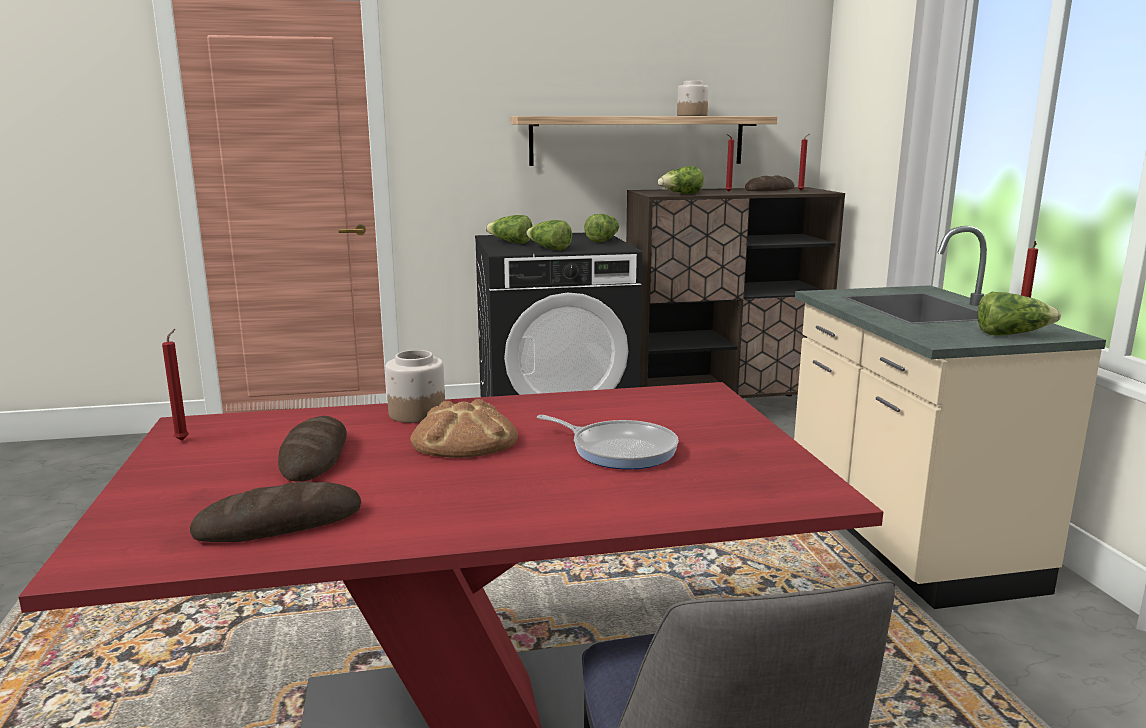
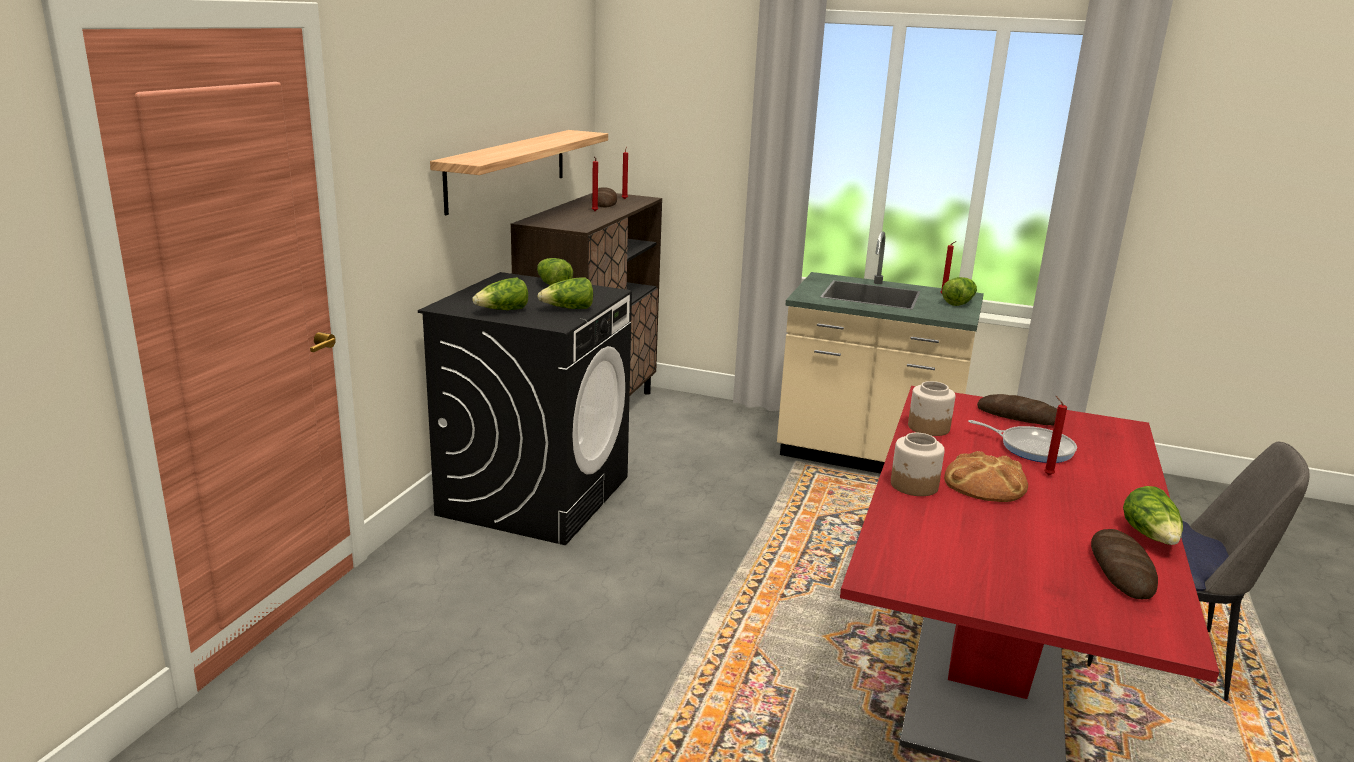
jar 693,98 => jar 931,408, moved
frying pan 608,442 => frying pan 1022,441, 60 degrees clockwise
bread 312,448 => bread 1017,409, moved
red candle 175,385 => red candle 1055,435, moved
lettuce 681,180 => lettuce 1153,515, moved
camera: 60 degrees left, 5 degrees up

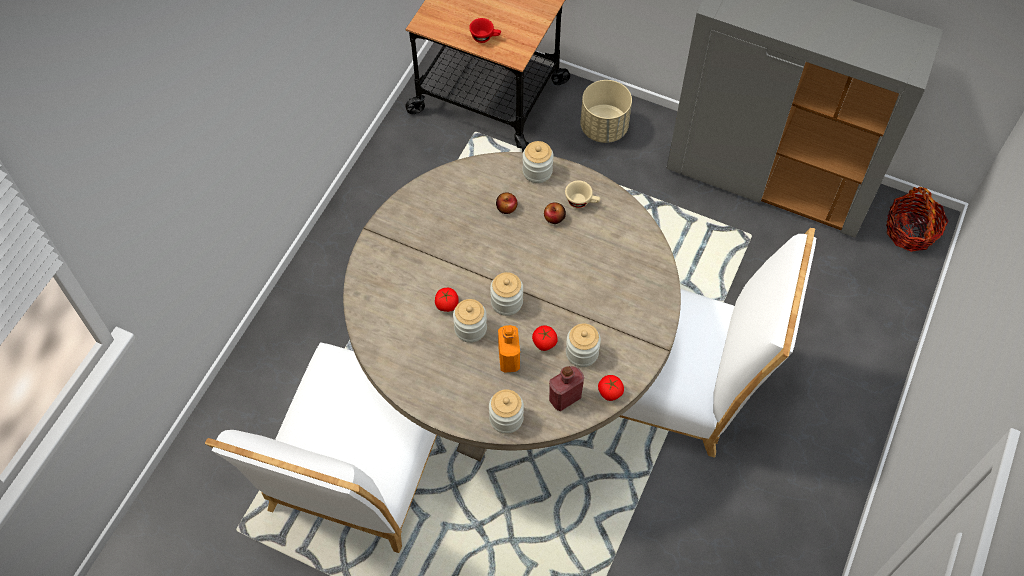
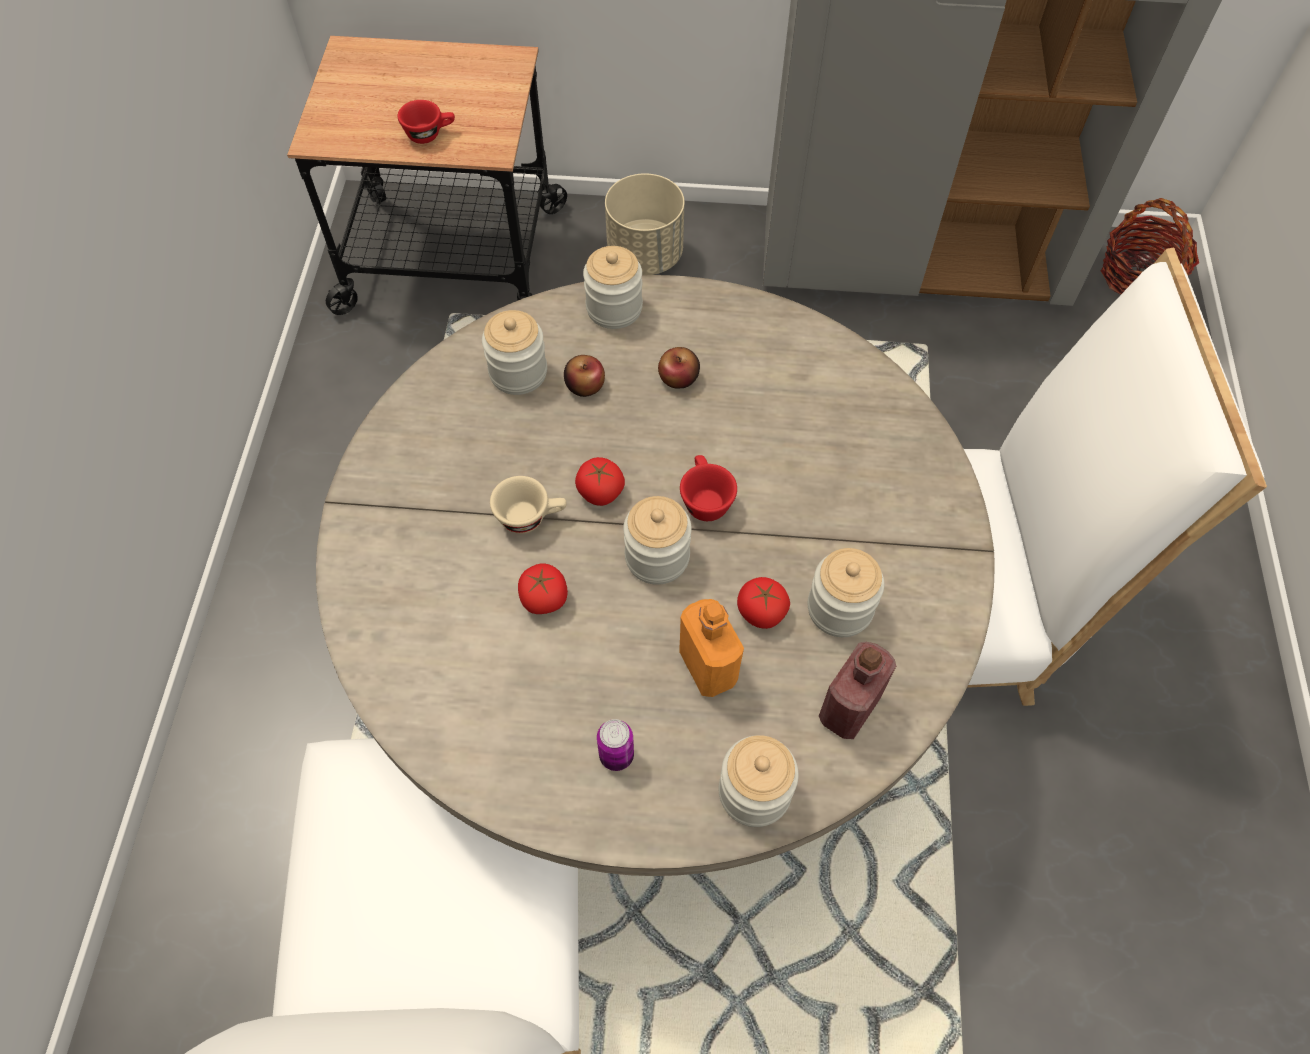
jar 470,321 => jar 514,352, moved
beige cup 582,194 => beige cup 528,505, moved
tomato 611,388 => tomato 600,481, moved
nothing => can 615,745
nothing => red cup 708,488
camera: 20 degrees left, 0 degrees up

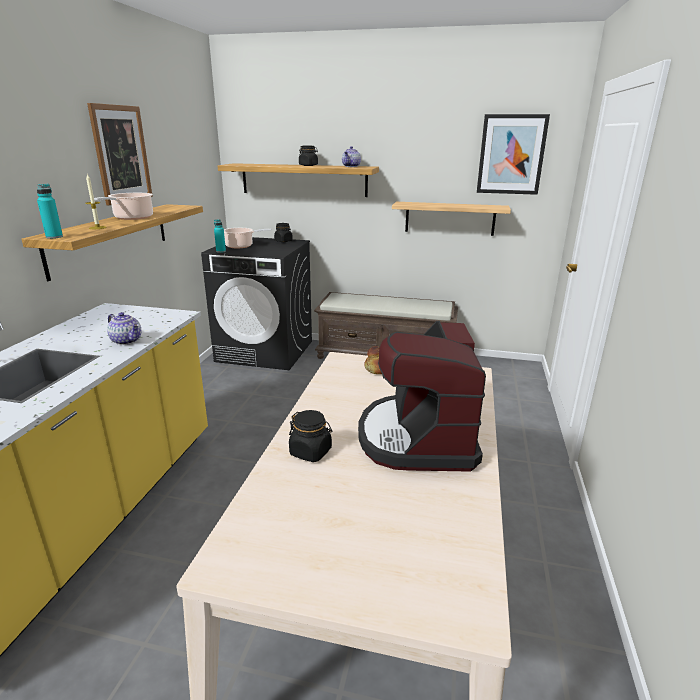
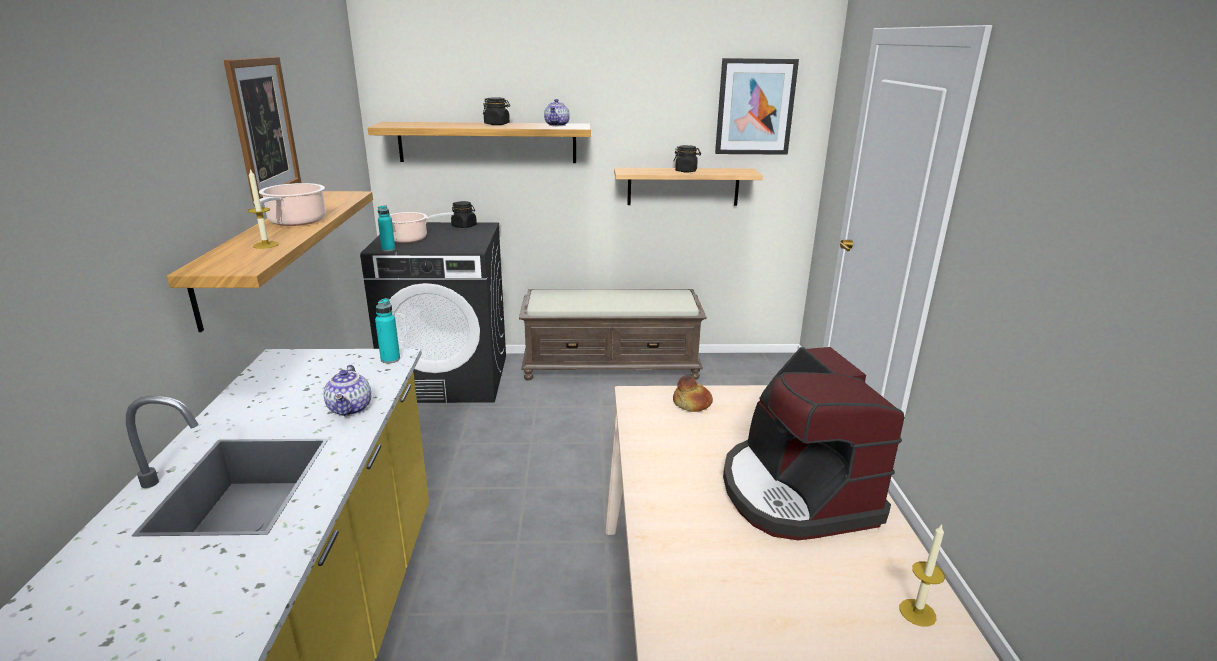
teapot 124,328 => teapot 347,390, 60 degrees clockwise
turquoise bottle 50,211 => turquoise bottle 387,330, moved
black jar 310,436 => black jar 687,158, moved
nothing => candle 922,575
camera: 15 degrees left, 0 degrees up

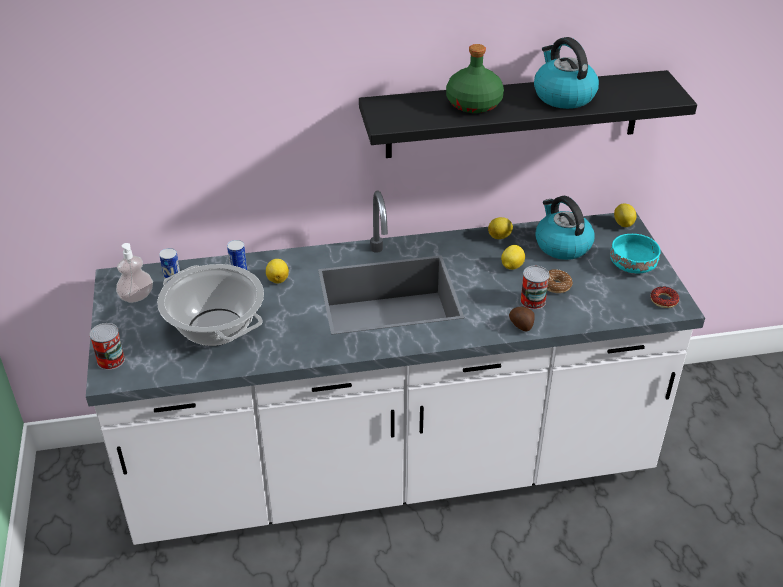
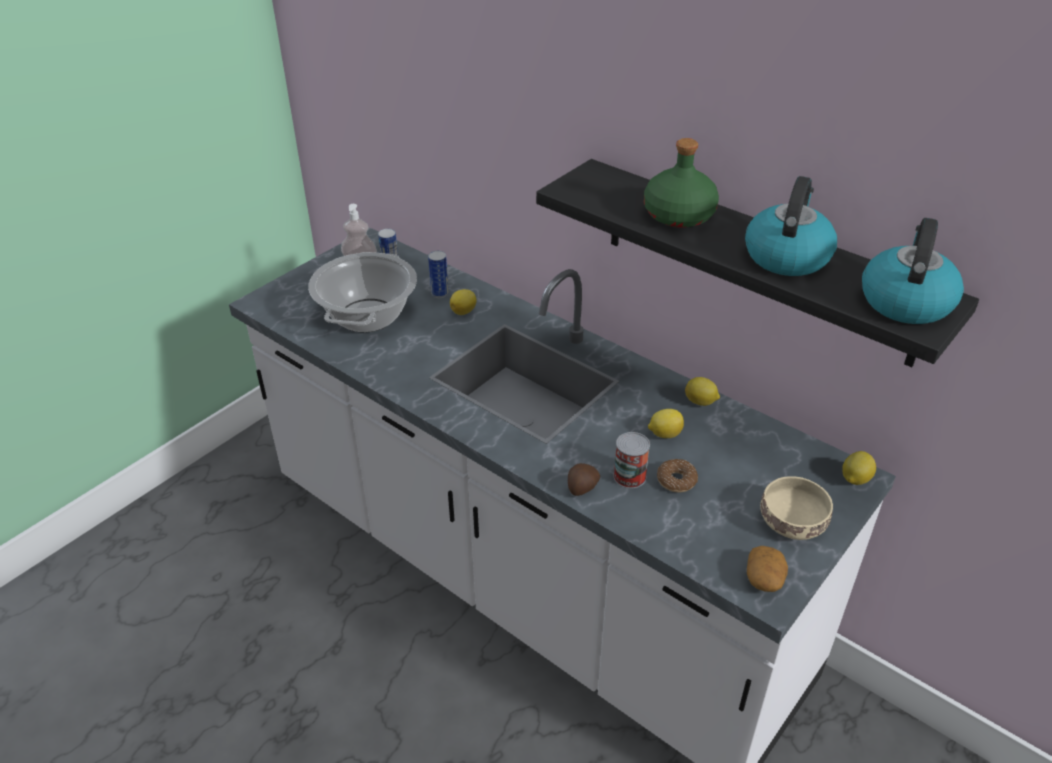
donut 664,297 => potato 767,569
turquoise bowl 635,253 => beige bowl 796,508
kettle 565,228 => kettle 913,271, moved
can 107,346 => nothing
camera: 50 degrees right, 0 degrees up

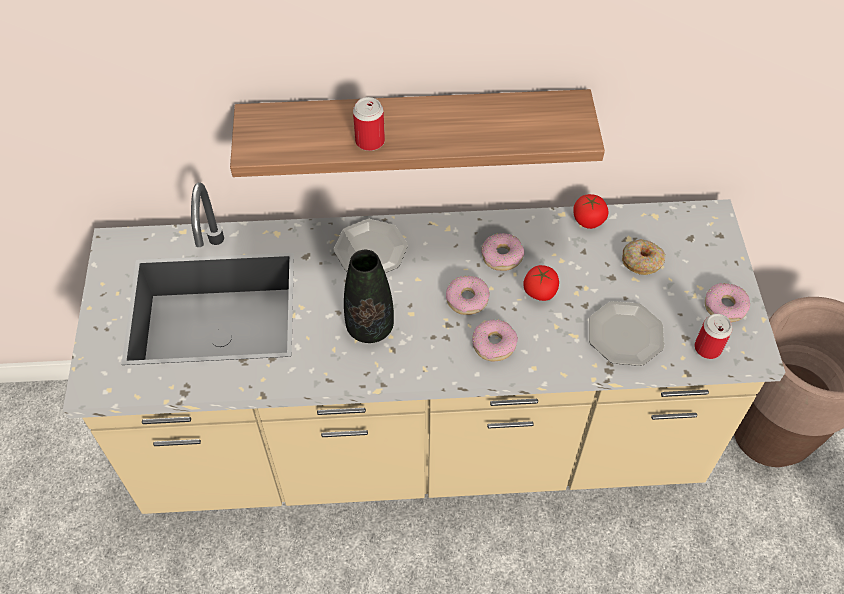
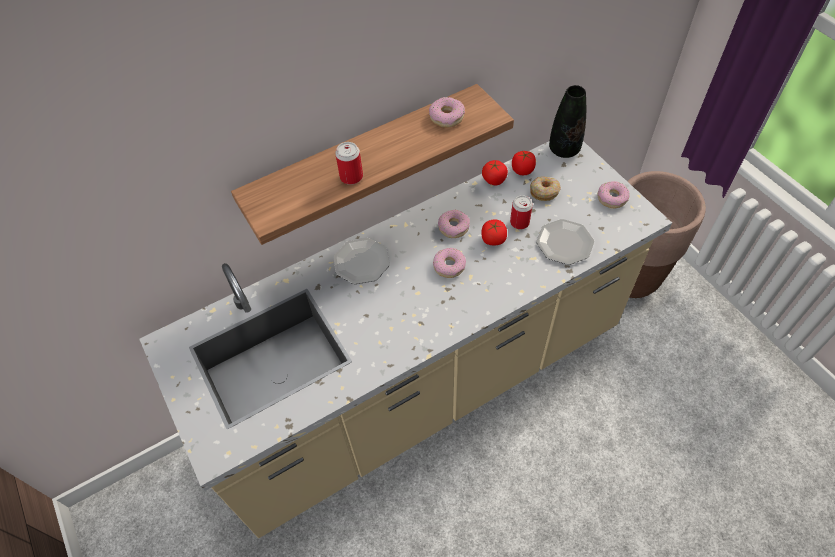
donut 495,340 => donut 447,112, moved
can 713,336 => can 521,212, moved
nothing => tomato 524,163
black vase 369,296 => black vase 567,121, moved
camera: 25 degrees left, 0 degrees up

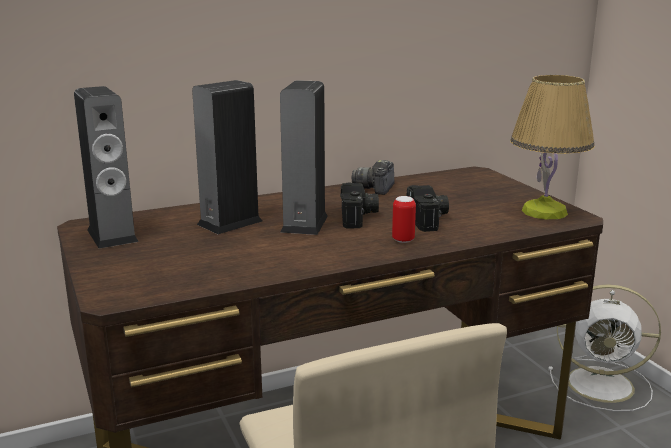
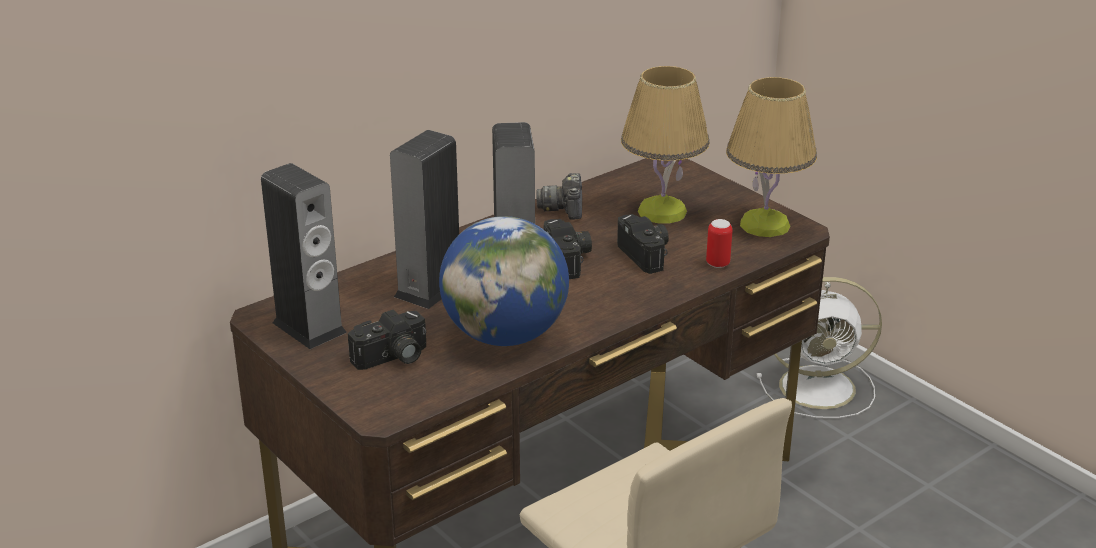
nothing => photo camera 387,340
nothing => globe 504,281
nothing => table lamp 665,144
can 404,219 => can 719,243, moved
camera: 15 degrees left, 10 degrees up

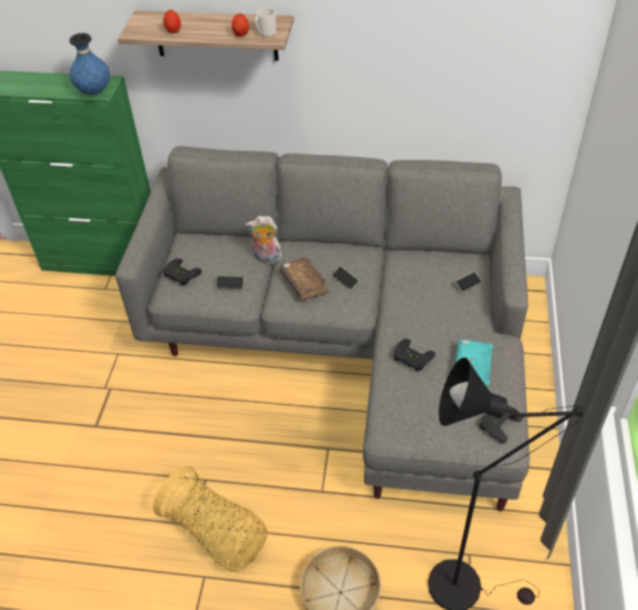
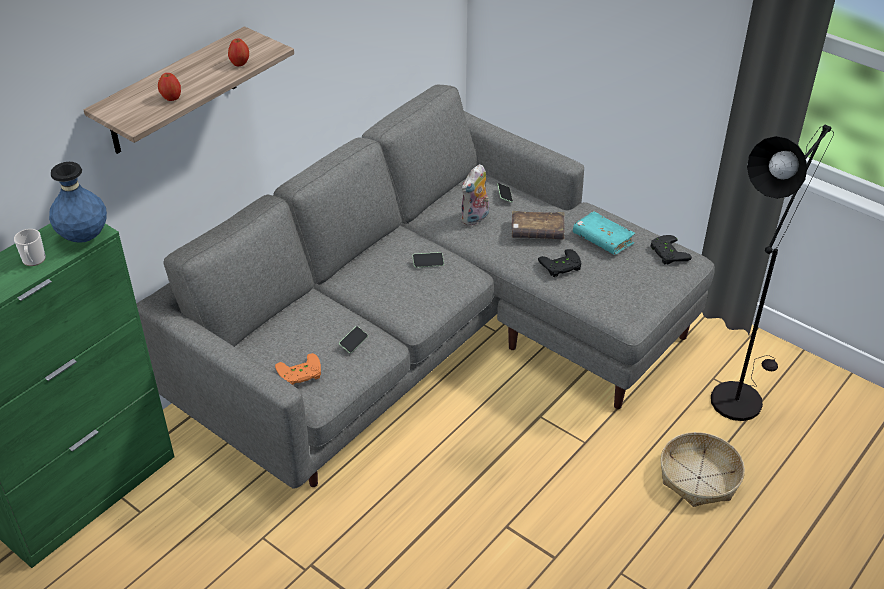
mug 265,22 => mug 30,247, moved
black game controller 182,272 => orange game controller 298,369
plush toy 265,240 => plush toy 475,195, moved
brown book 304,278 => brown book 538,225, moved
basket 210,519 => nothing
camera: 60 degrees left, 5 degrees down

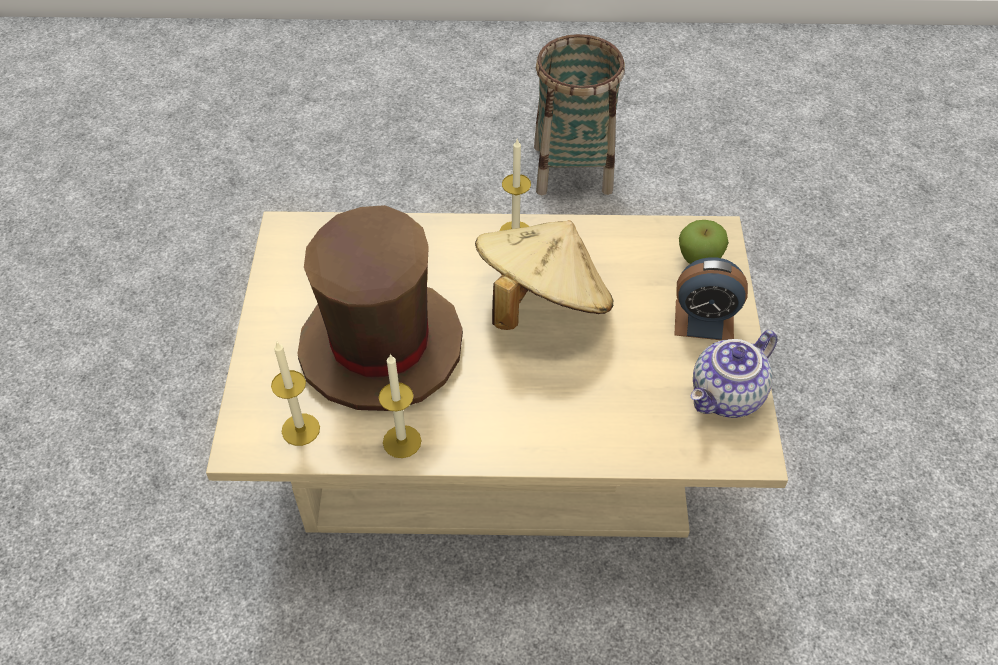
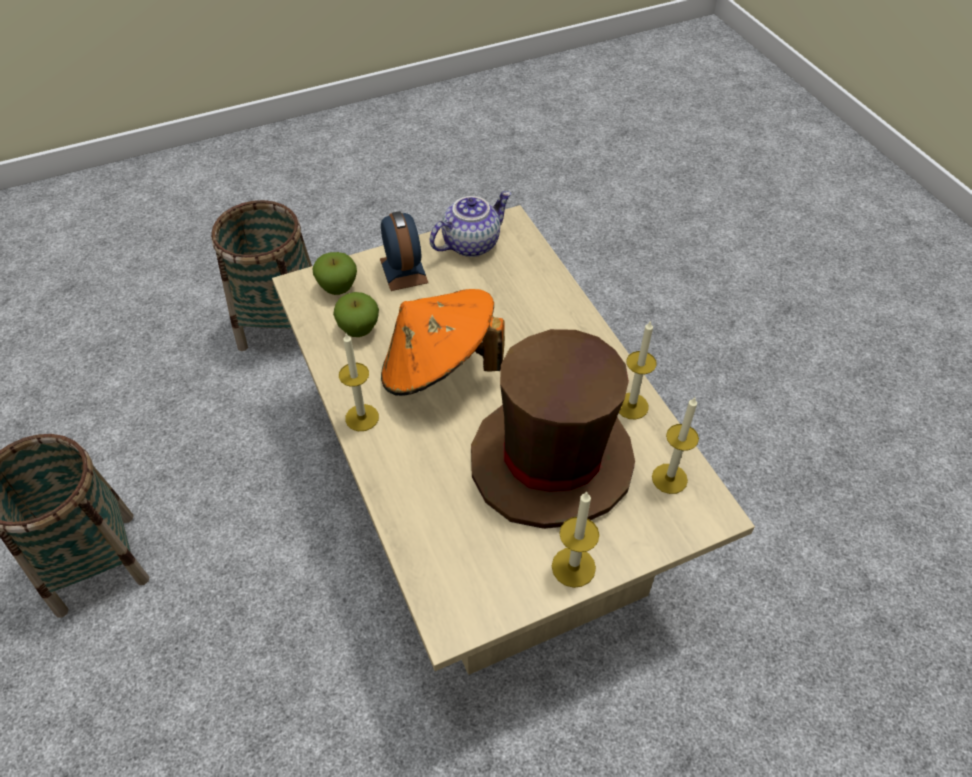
nothing => basket 261,276
nothing => apple 356,314
beige hat 544,275 => orange hat 443,342
teapot 734,374 => teapot 470,224, 60 degrees counterclockwise
nothing => candle 575,539
camera: 115 degrees left, 0 degrees up

